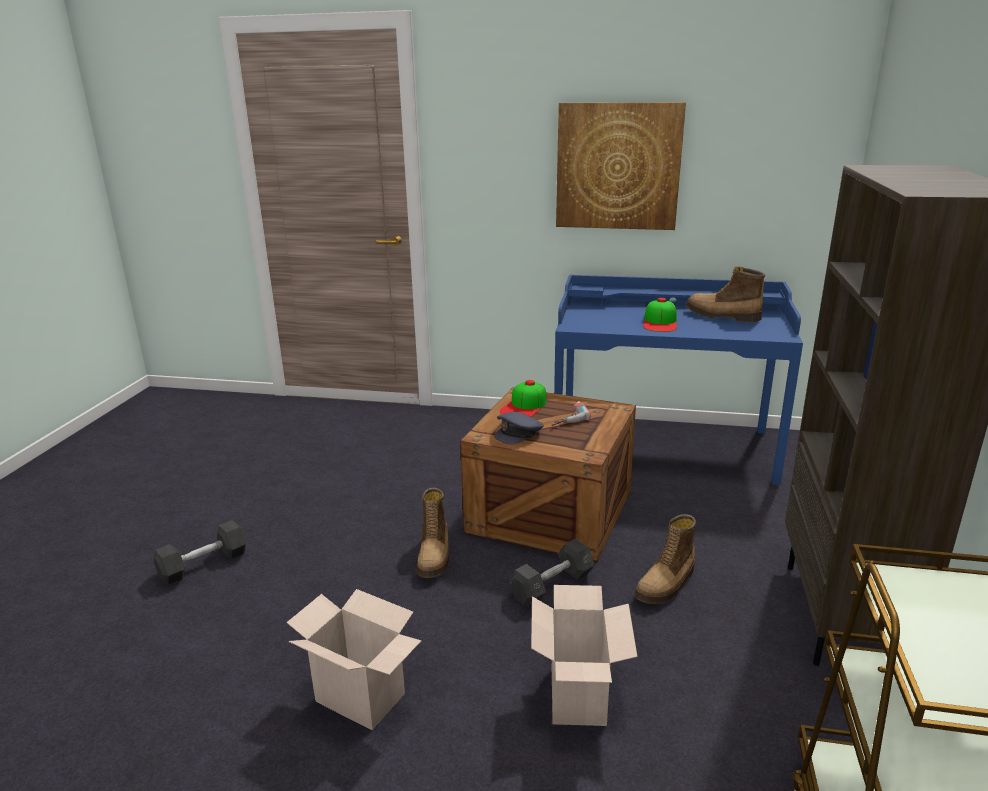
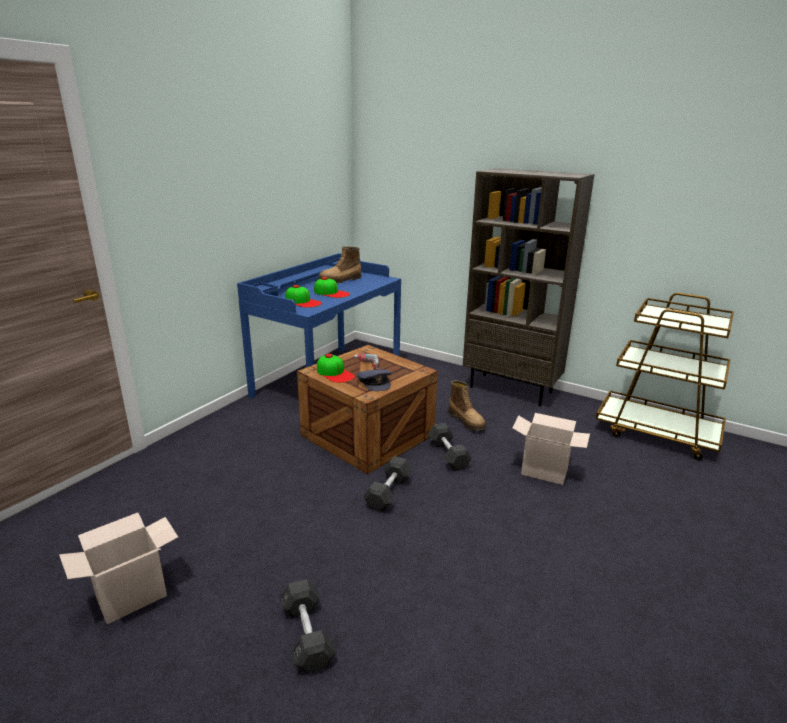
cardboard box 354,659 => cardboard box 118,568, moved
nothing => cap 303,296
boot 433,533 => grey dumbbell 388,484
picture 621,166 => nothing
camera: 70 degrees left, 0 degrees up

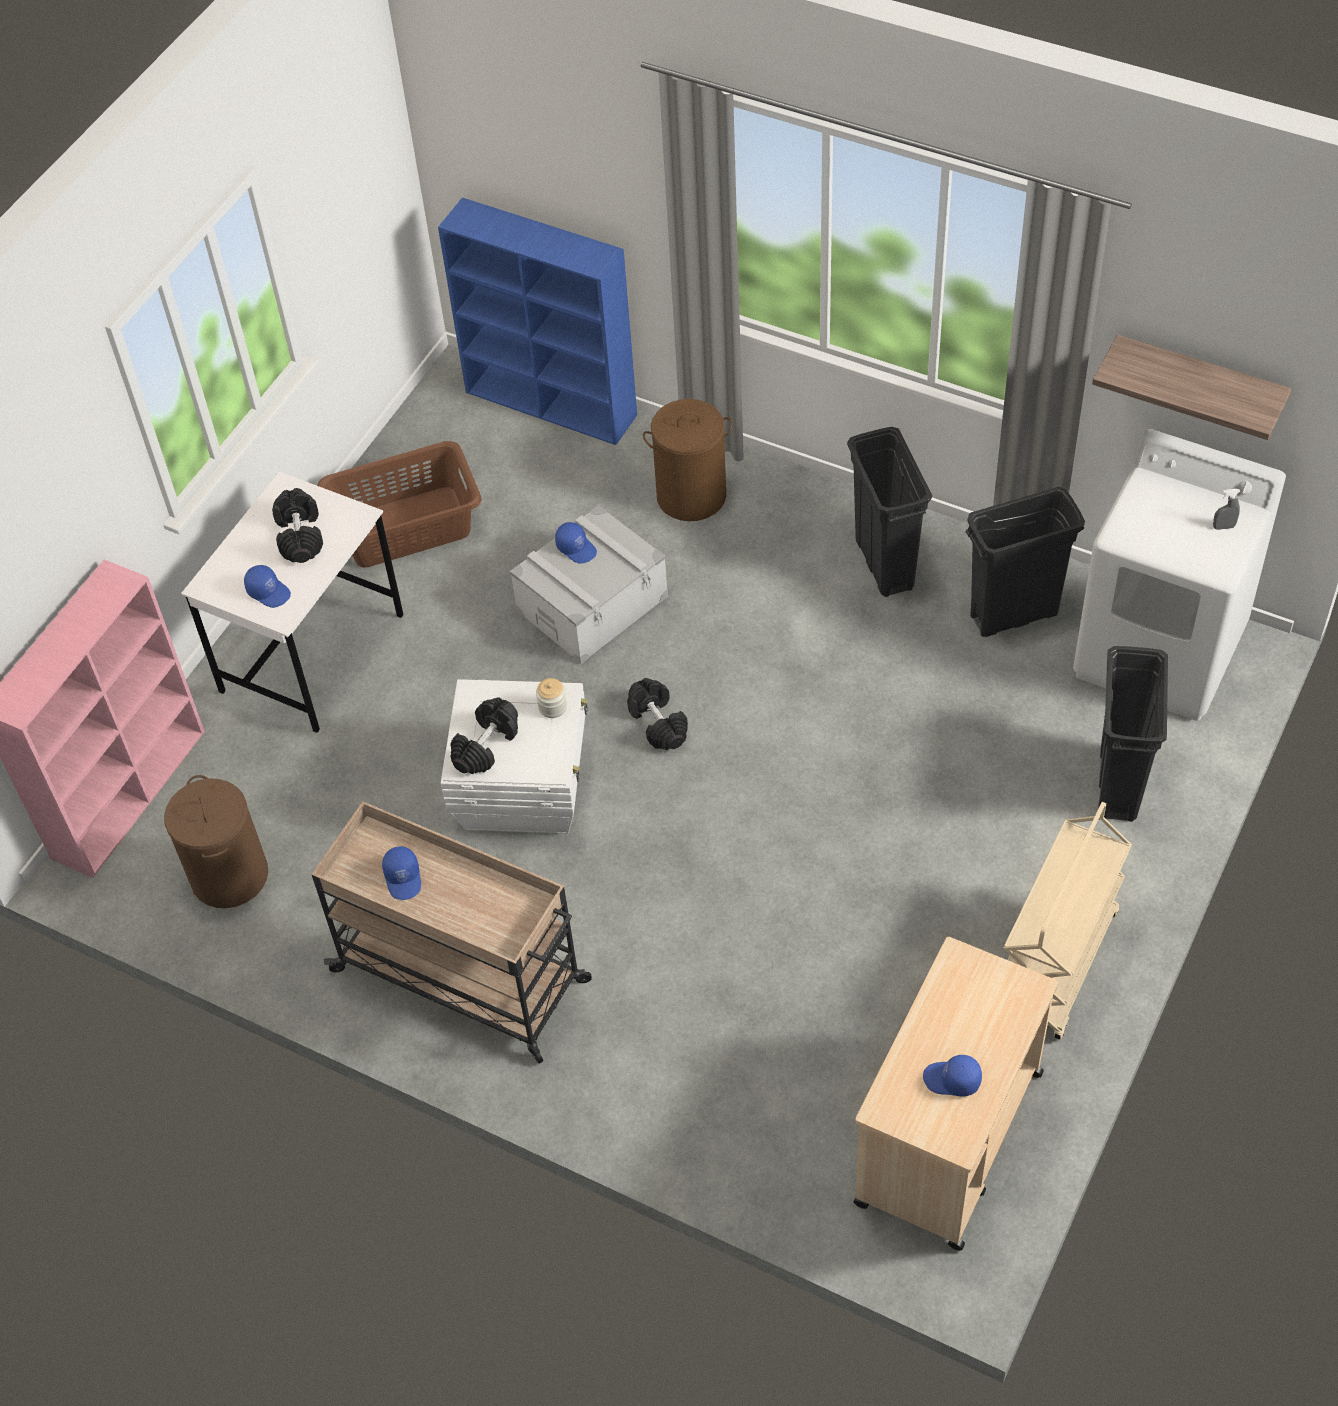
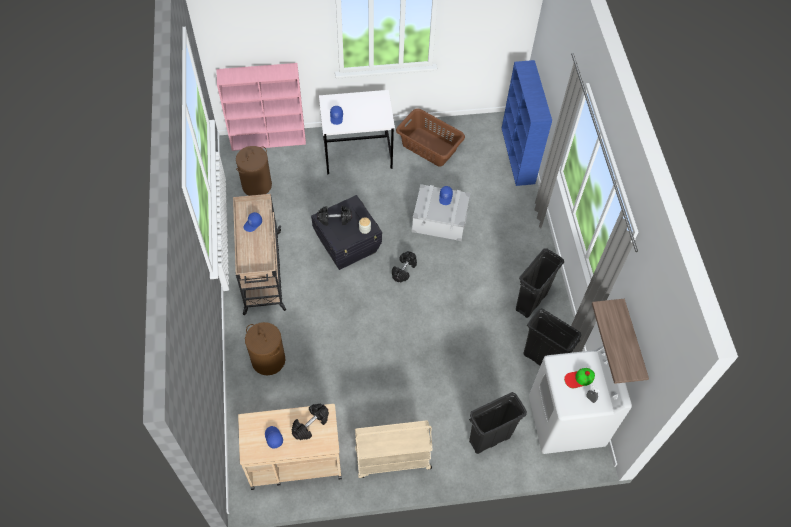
brown laundry basket 688,460 => brown laundry basket 265,348, moved
black dumbbell 297,525 => black dumbbell 310,421, moved
white storage box 514,756 => black storage box 346,232
nothing => cap 579,378
camera: 50 degrees right, 5 degrees up

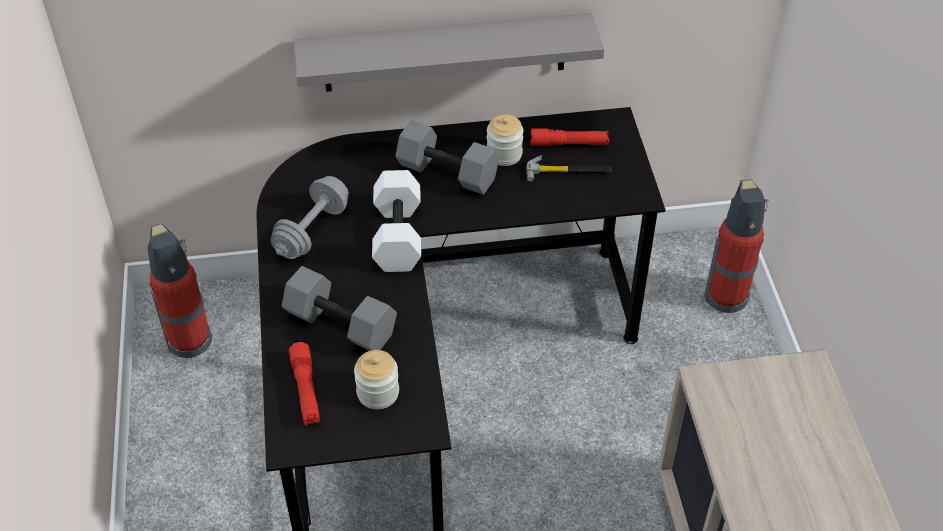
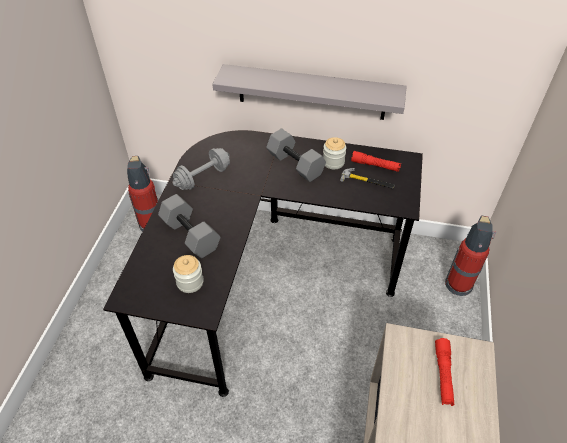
red flashlight 304,384 => red flashlight 444,372, moved
white dumbbell 396,221 => nothing
camera: 20 degrees right, 0 degrees up

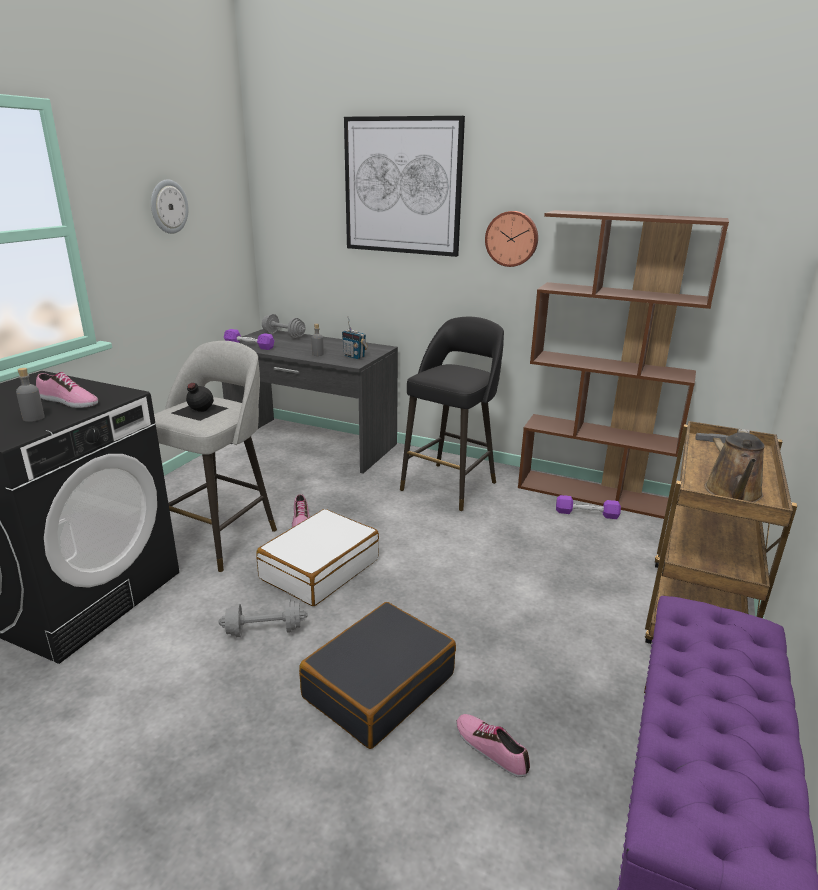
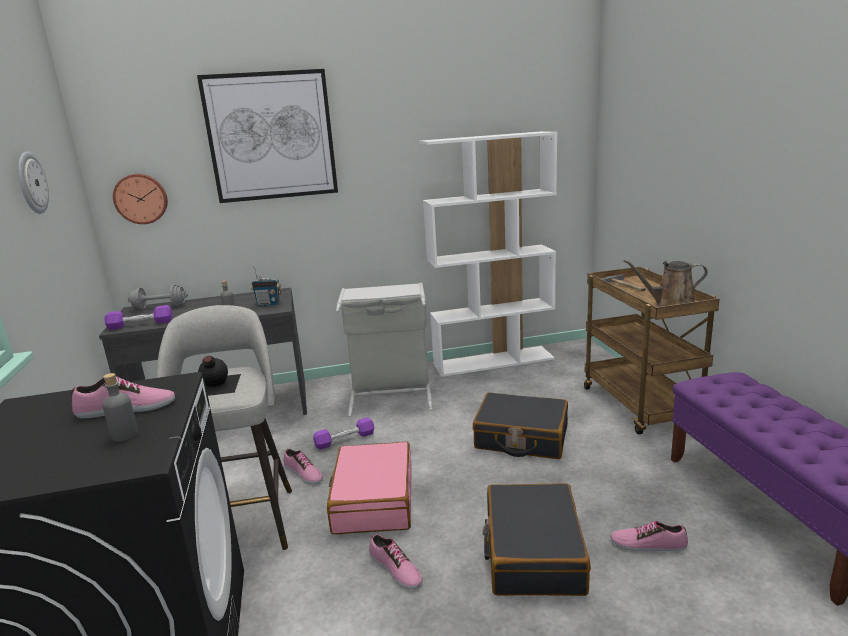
wall clock 511,239 => wall clock 140,199, moved
purple dumbbell 588,507 => purple dumbbell 343,433, moved
white suitcase 317,557 => pink suitcase 369,488
black stool 452,414 => grey laundry basket 384,349
grey dumbbell 263,618 => shoe 395,561
brown bookcase 623,364 => white bookcase 488,254
nothing => black suitcase 520,425
brown watering can 735,465 => brown watering can 665,283, 105 degrees clockwise
camera: 35 degrees left, 5 degrees down

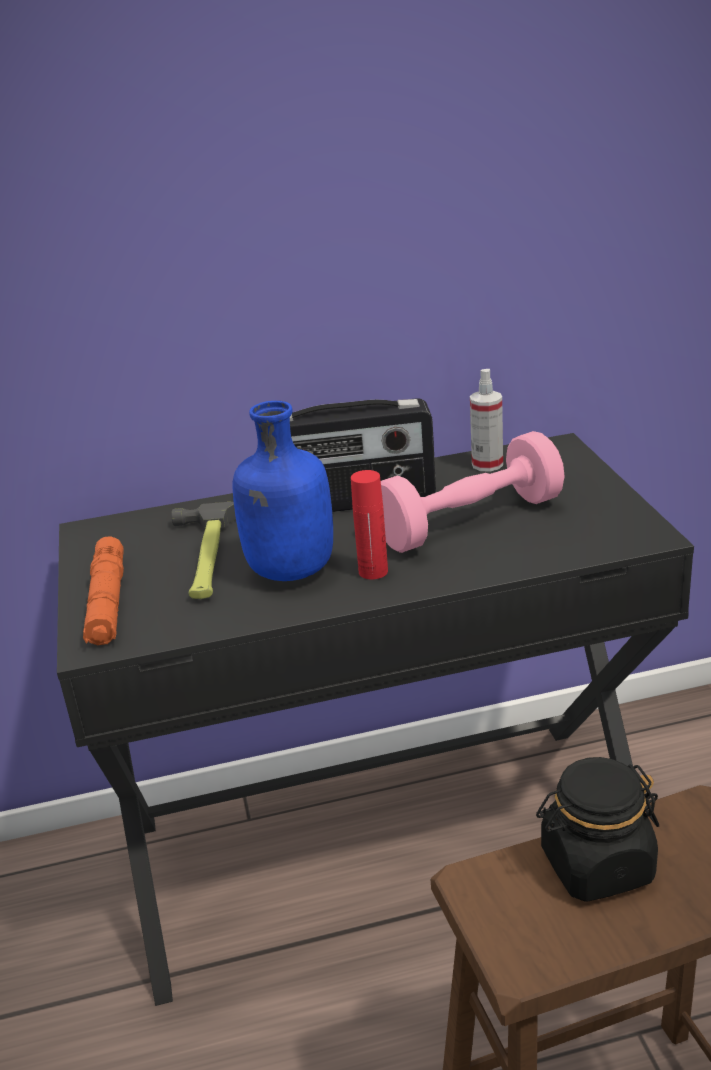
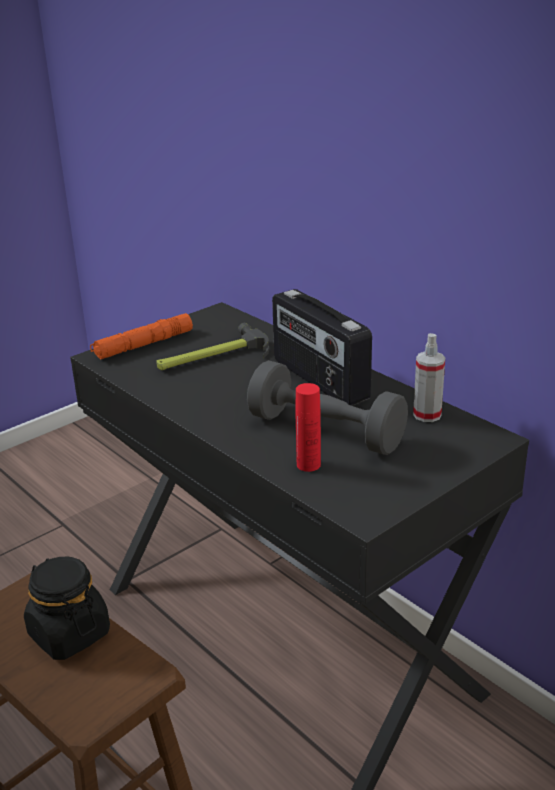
pink dumbbell 473,492 => grey dumbbell 327,407
red bottle 369,525 => red bottle 308,427, moved
blue bottle 283,491 => nothing
camera: 60 degrees right, 0 degrees up

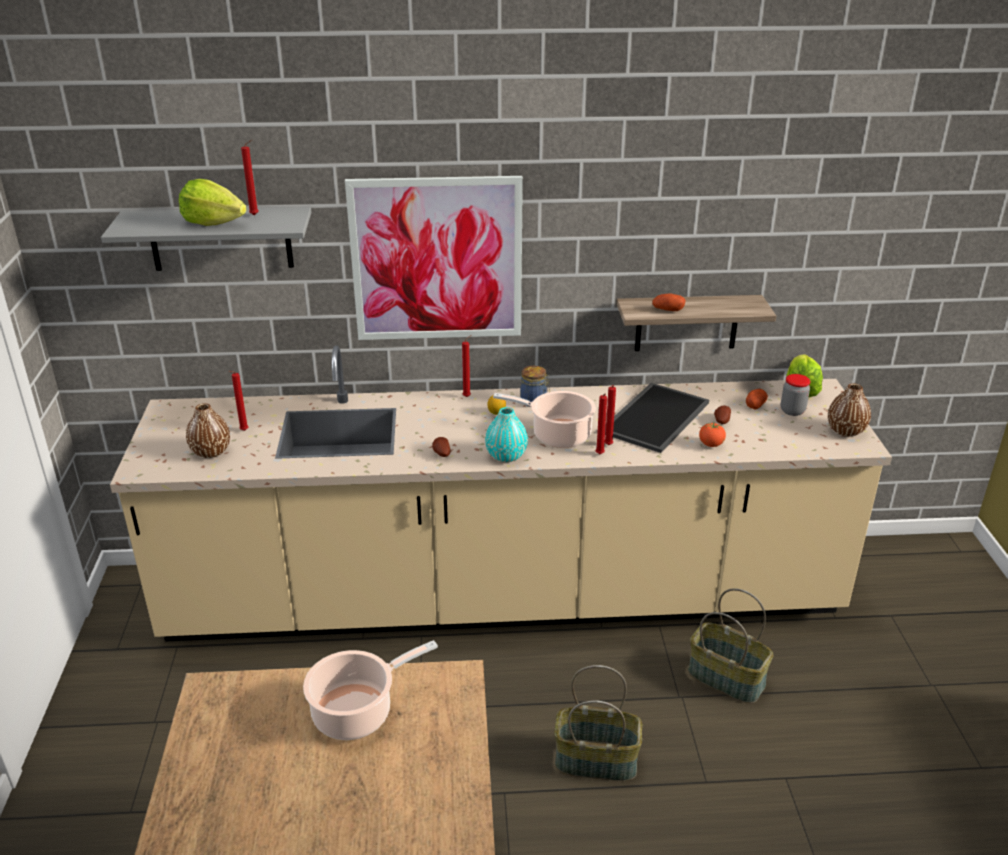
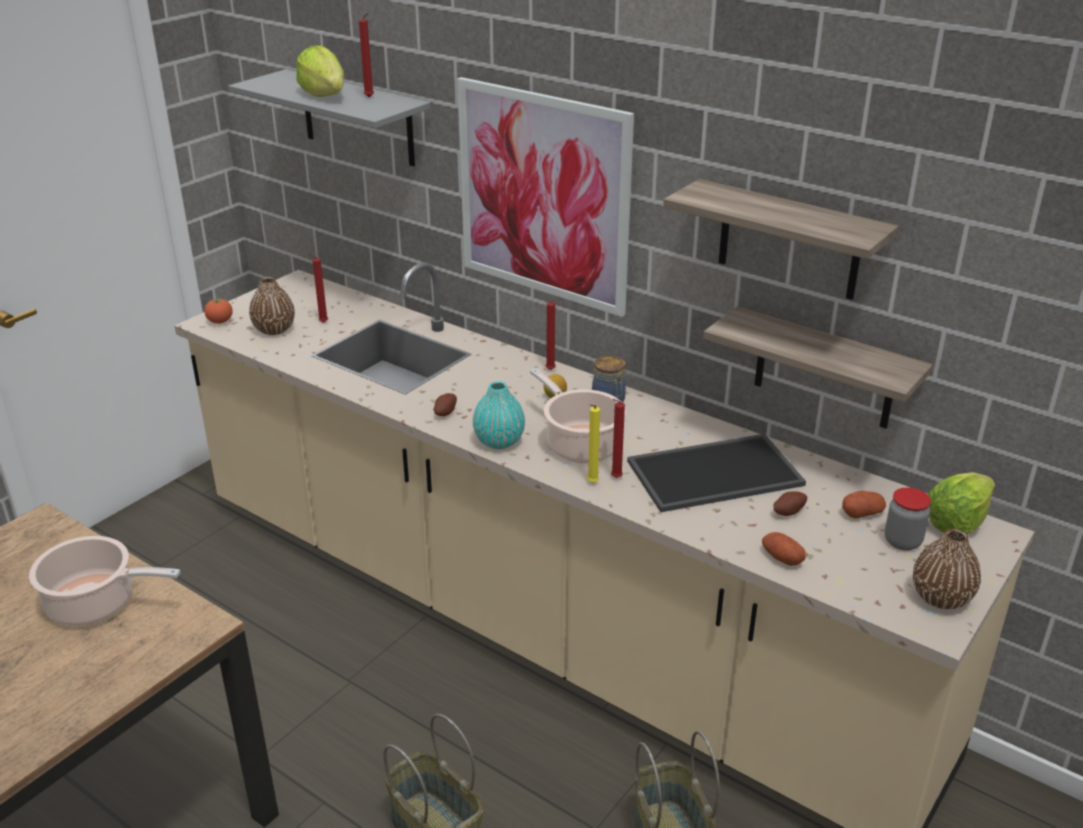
tomato 712,434 => tomato 218,311, moved
red candle 601,424 => yellow candle 593,443
nothing => shelf 781,239
potato 669,302 => potato 783,549, moved
camera: 40 degrees right, 0 degrees up

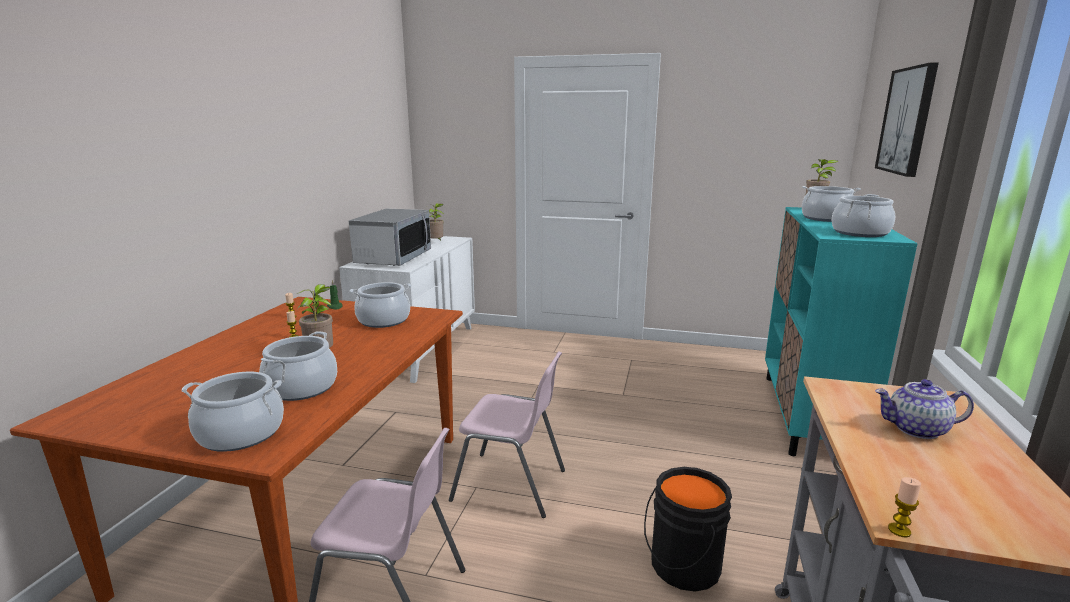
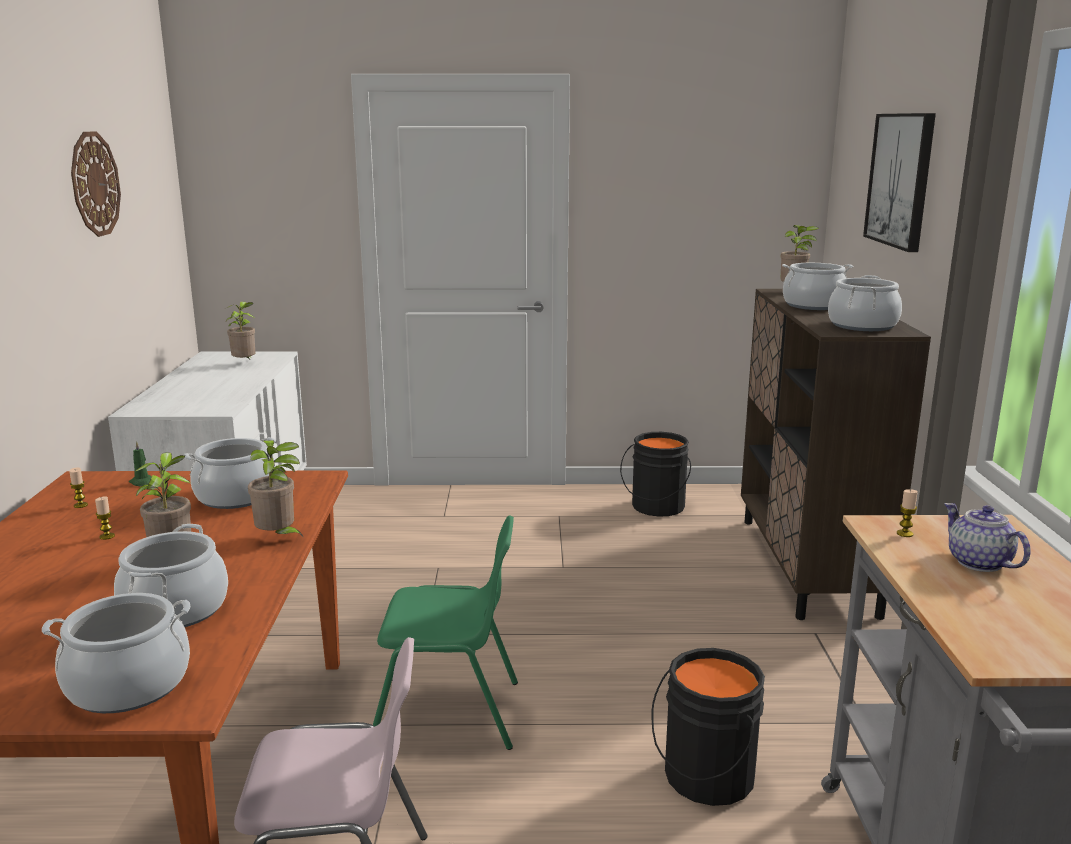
nothing => wall clock 96,184
nothing => potted plant 276,489
pink chair 507,434 => green chair 445,632
nothing => black bucket 655,474
turquoise cabinet 841,331 => brown cabinet 836,454
candle 904,507 => candle 907,513, moved
teapot 924,409 => teapot 987,537, 75 degrees clockwise
microwave 390,237 => nothing
camera: 15 degrees left, 0 degrees up

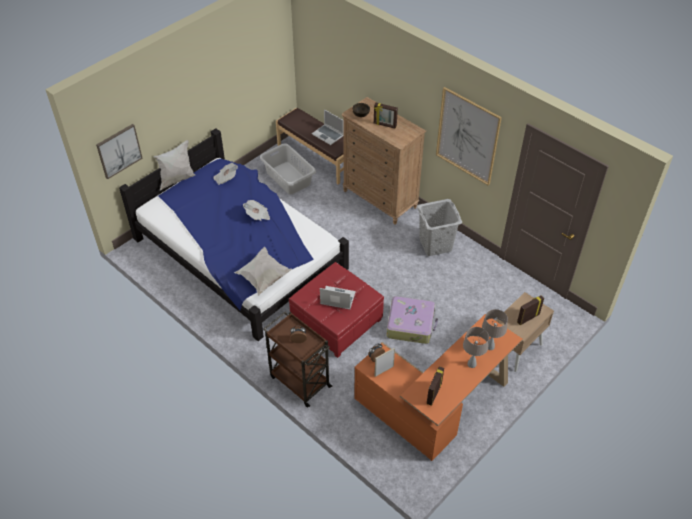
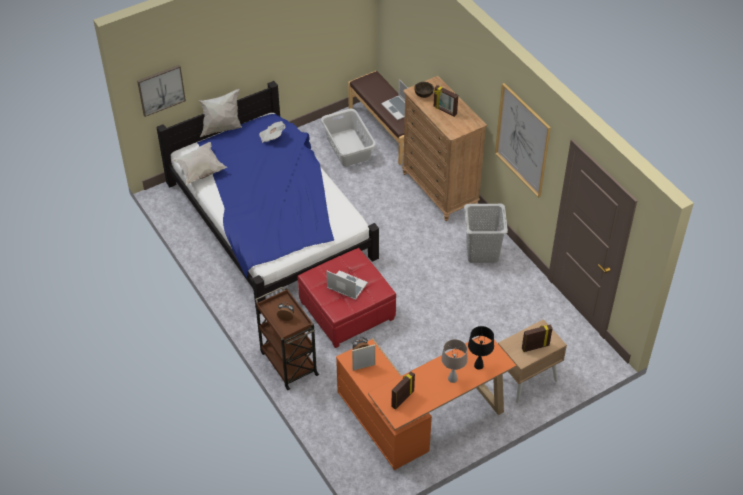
white pillow 263,271 => white pillow 200,163, moved
beige table lamp 495,329 => black table lamp 481,348
newspaper 256,210 => nothing
suitcase 412,320 => nothing
camera: 15 degrees right, 0 degrees up

